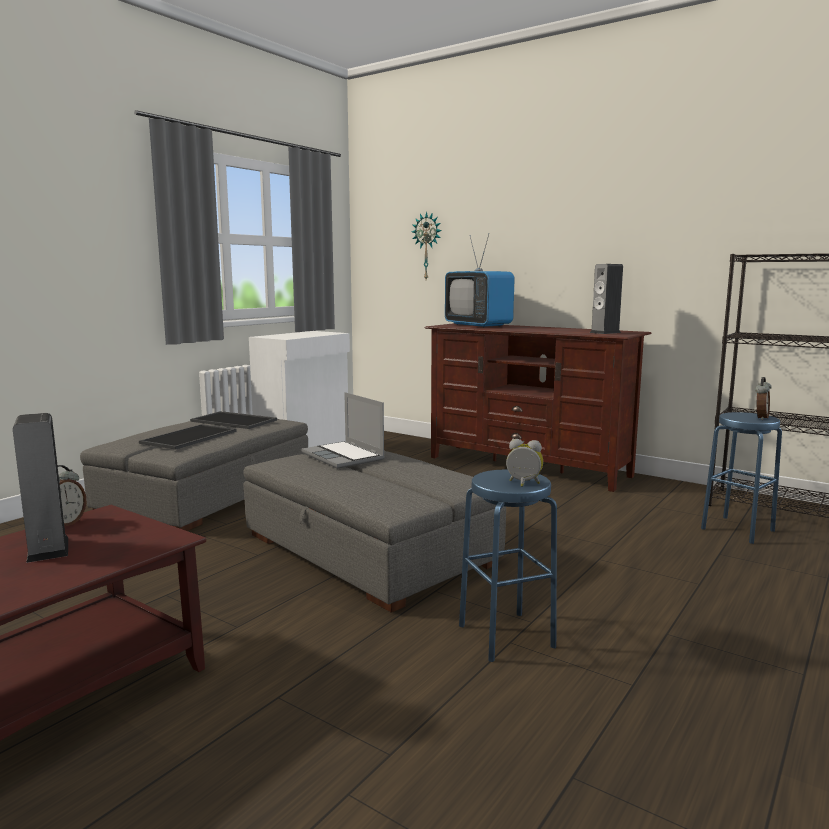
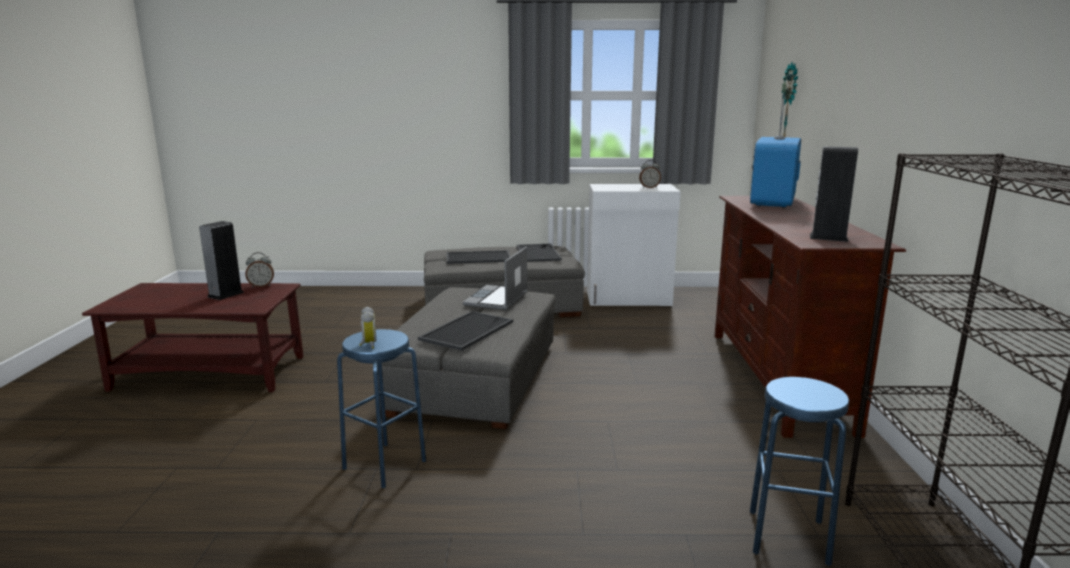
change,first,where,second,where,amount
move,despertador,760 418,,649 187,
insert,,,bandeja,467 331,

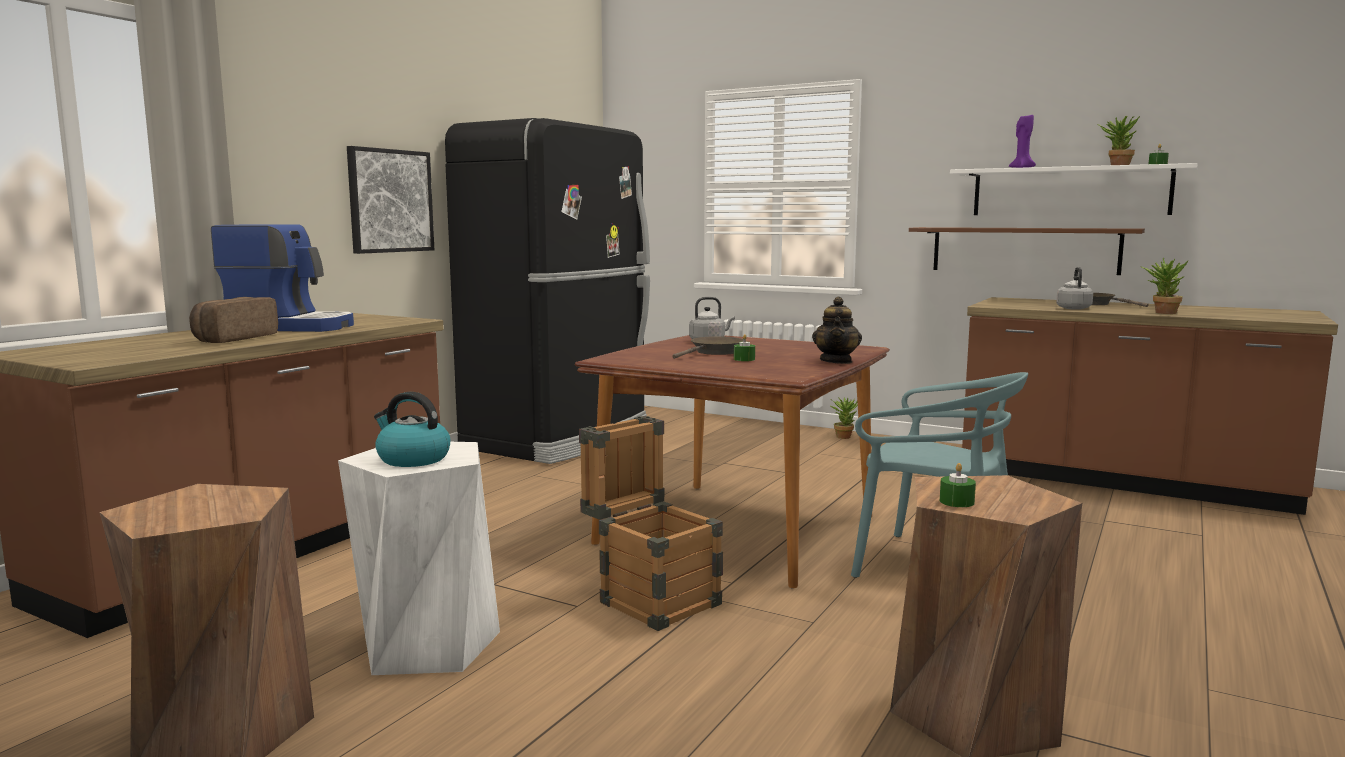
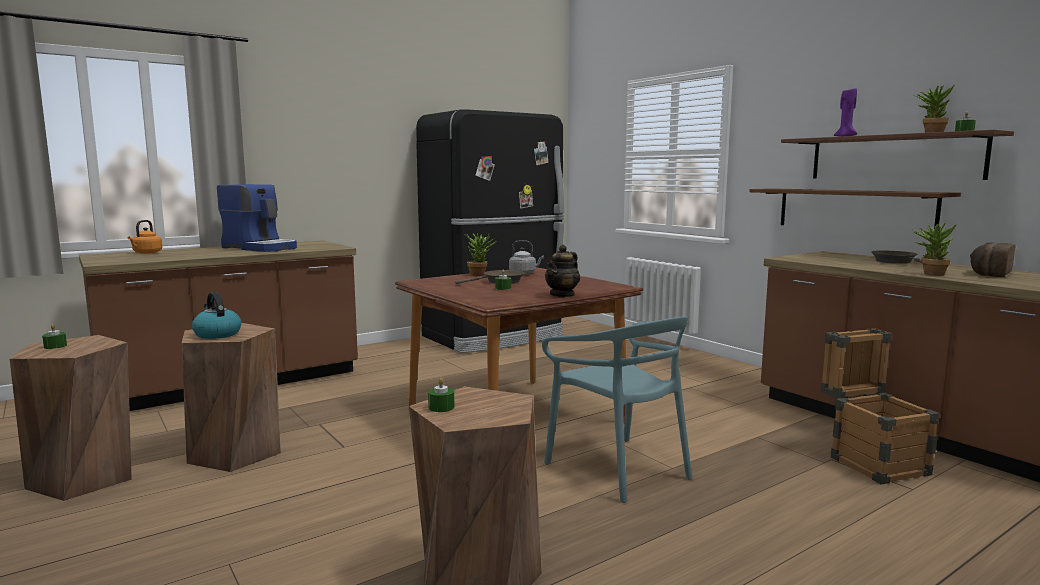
change,first,where,second,where,amount
move,pan,233 338,,988 273,
recolor,taburete [blanco],428 644,taburete [marrón],236 452,
delete,cuadro,390 201,,,
move,caja de embalaje,651 598,,871 461,
move,planta en maceta,844 436,,480 274,
recolor,estante [blanco],1069 192,estante [marrón],893 157,
delete,hervidor [gris],1073 308,,,
insert,,,vela [verde],55 346,
insert,,,hervidor [naranja],146 253,

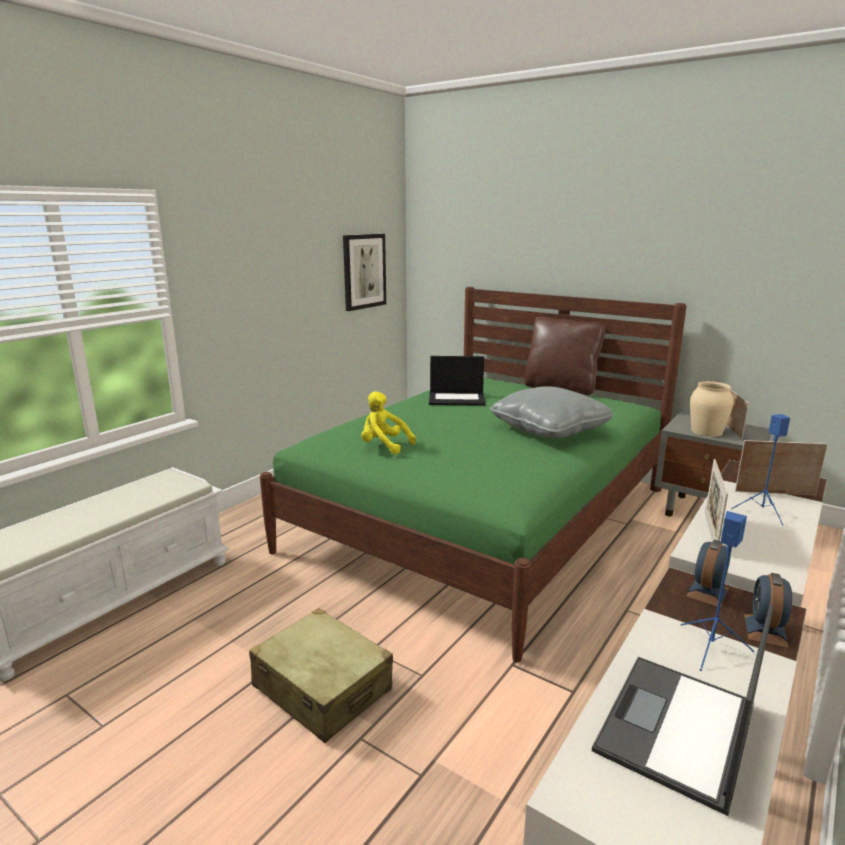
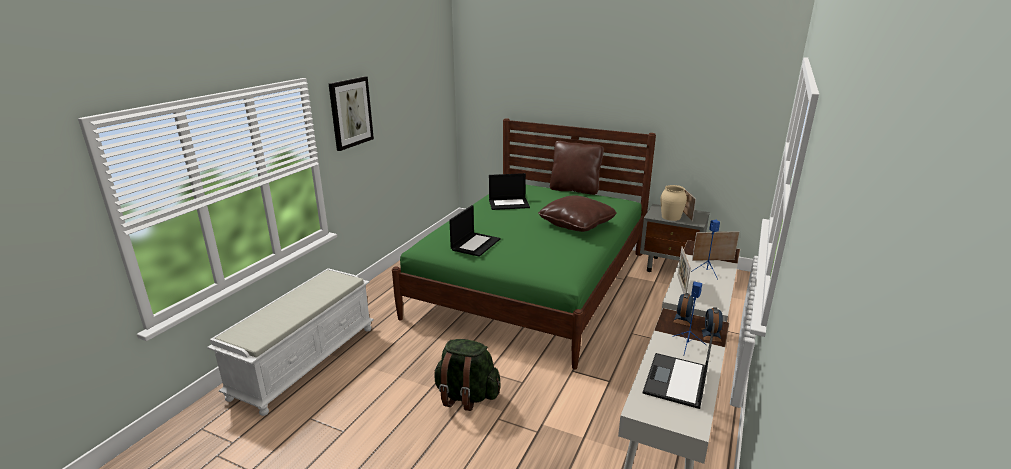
change,first,where,second,where,amount
replace,maleta [beis],322 688,mochila [verde],466 396,
move,cuadro,364 271,,350 112,
replace,peluche [amarillo],384 446,portátil,475 244,
recolor,cojín [gris],549 430,cojín [marrón],576 224,

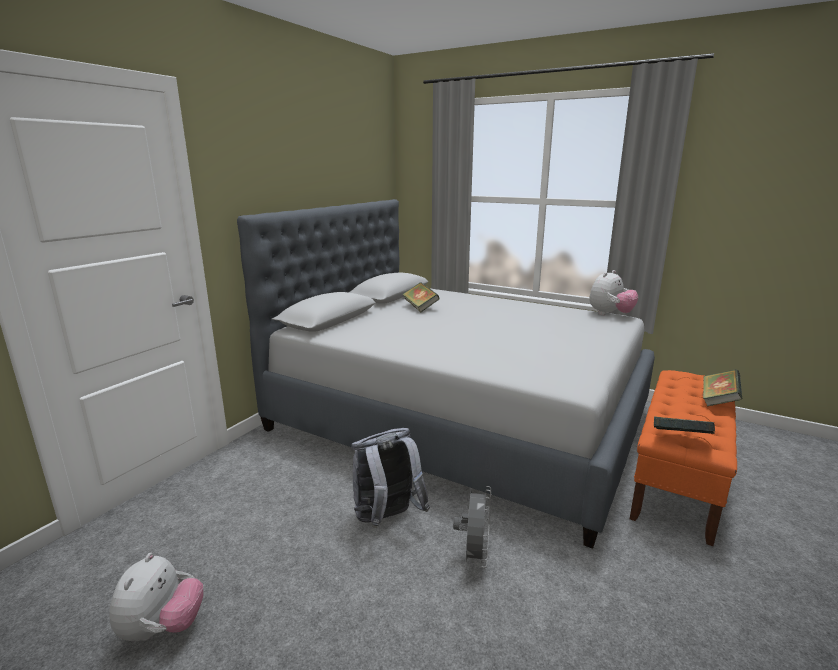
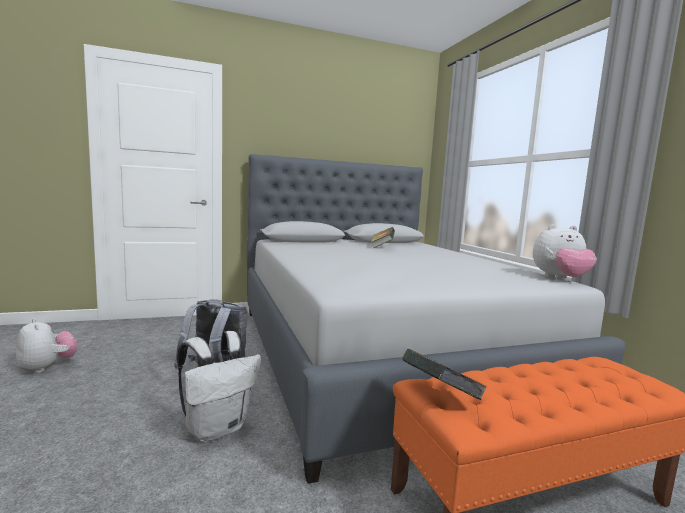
change,first,where,second,where,amount
rotate,peluche,162 628,,47 367,90 degrees counterclockwise
replace,ventilador [gris],474 556,mochila [blanco],217 428,
delete,libro,718 400,,,

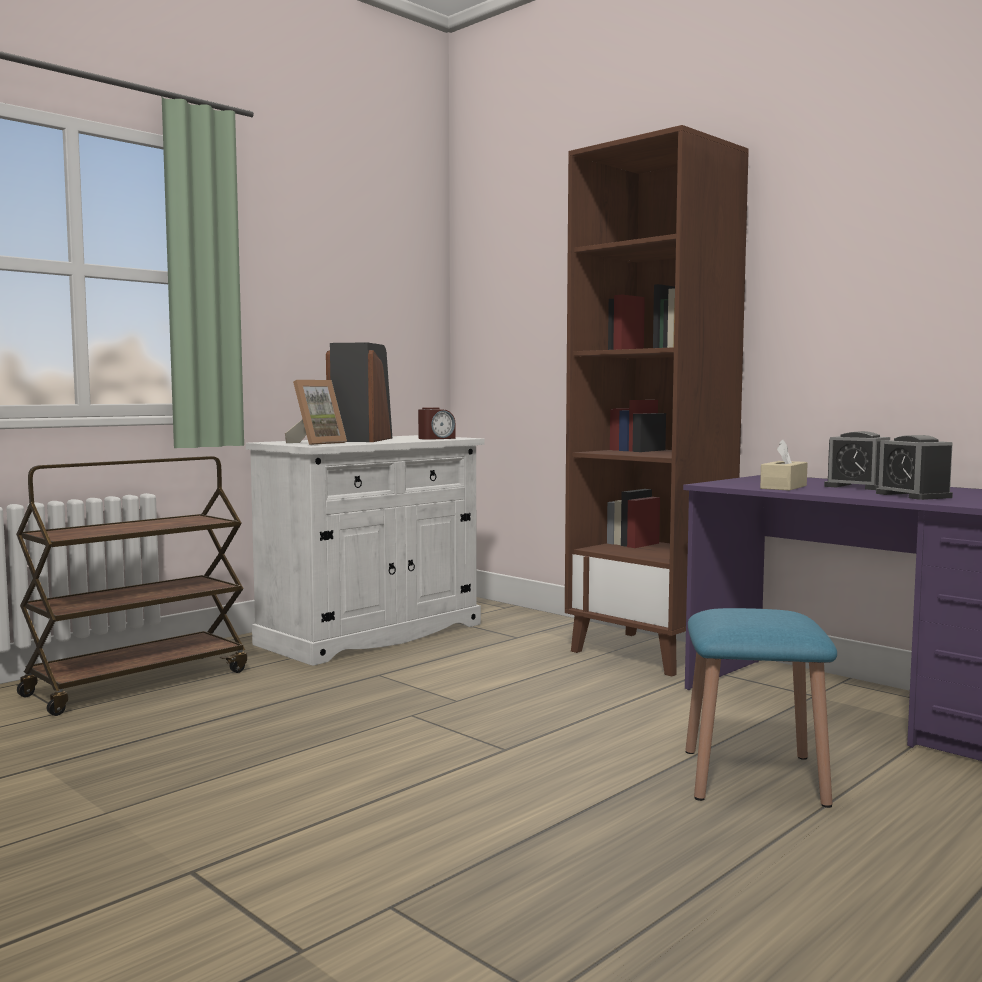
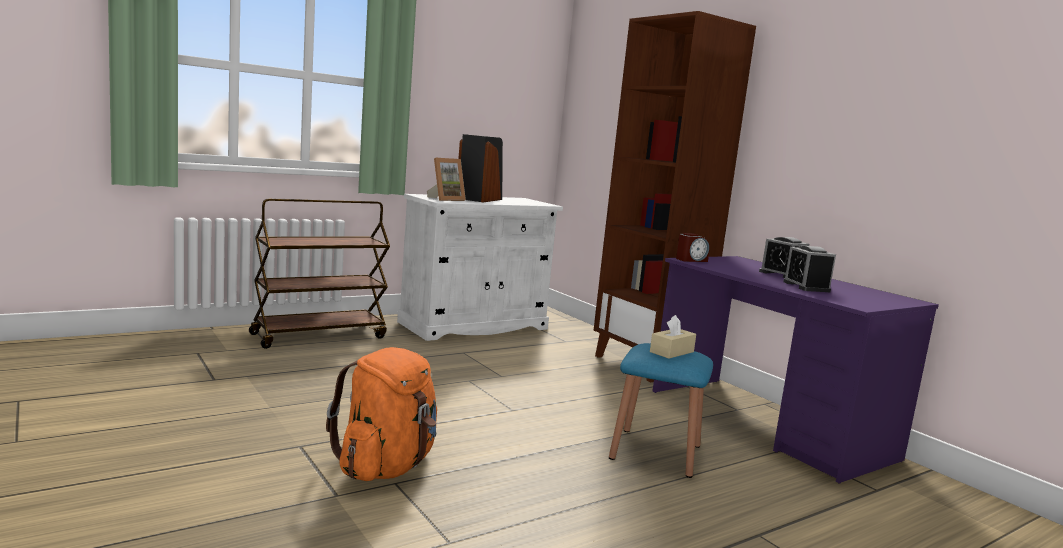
change,first,where,second,where,amount
move,despertador,436 438,,691 260,
move,caja de pañuelos [beis],783 487,,671 352,
insert,,,mochila [naranja],386 466,

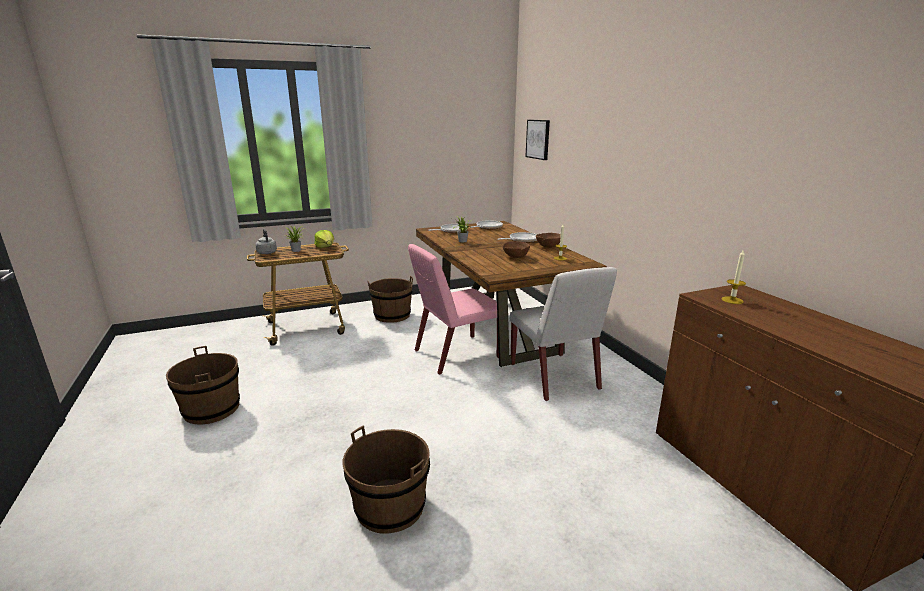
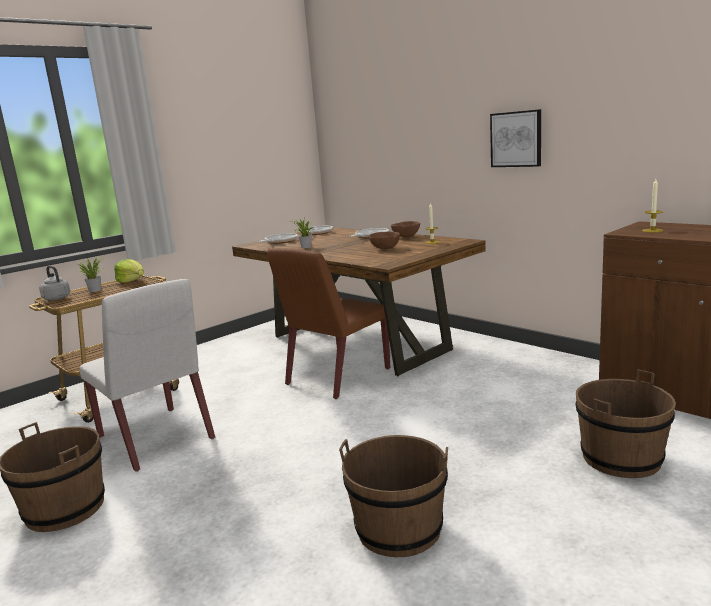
change,first,where,second,where,amount
move,cubo [marrón],392 315,,621 458,
recolor,silla [rosa],456 354,silla [marrón],337 377,
move,silla [blanco],554 377,,156 438,
move,cuadro,538 139,,516 139,

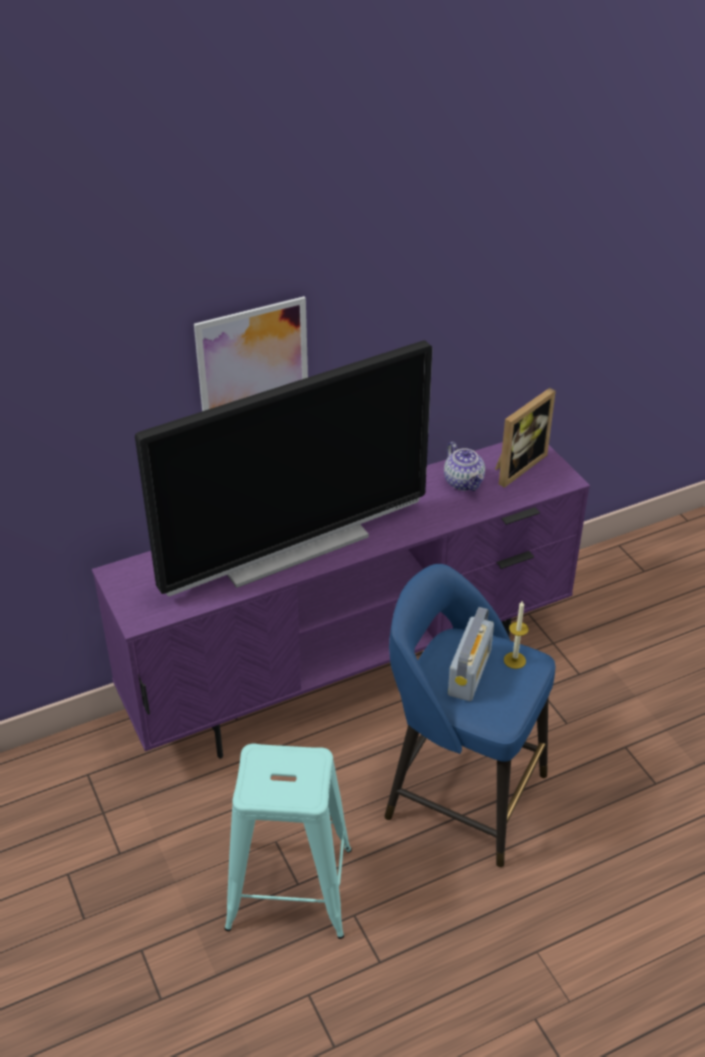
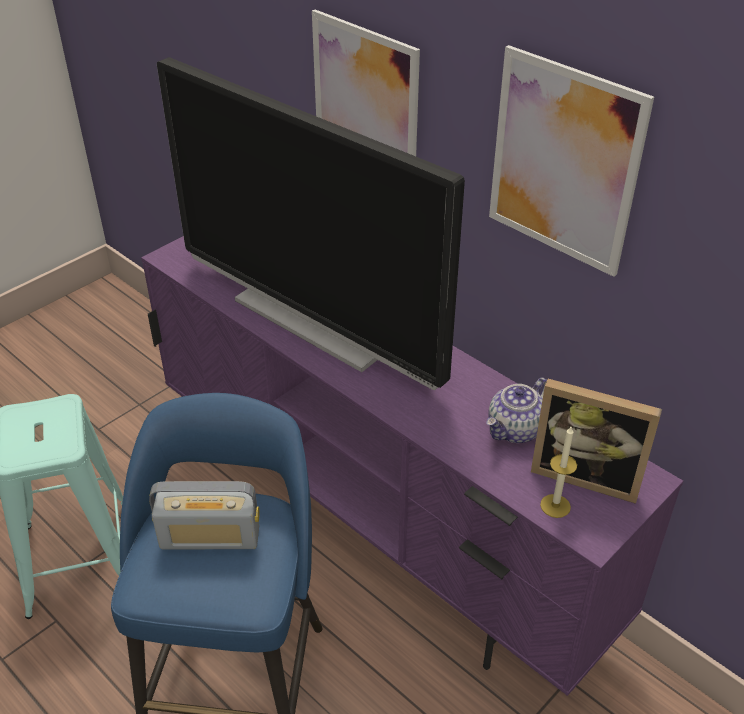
change,first,where,second,where,amount
move,vela,514 660,,555 506,
insert,,,cuadro,564 162,

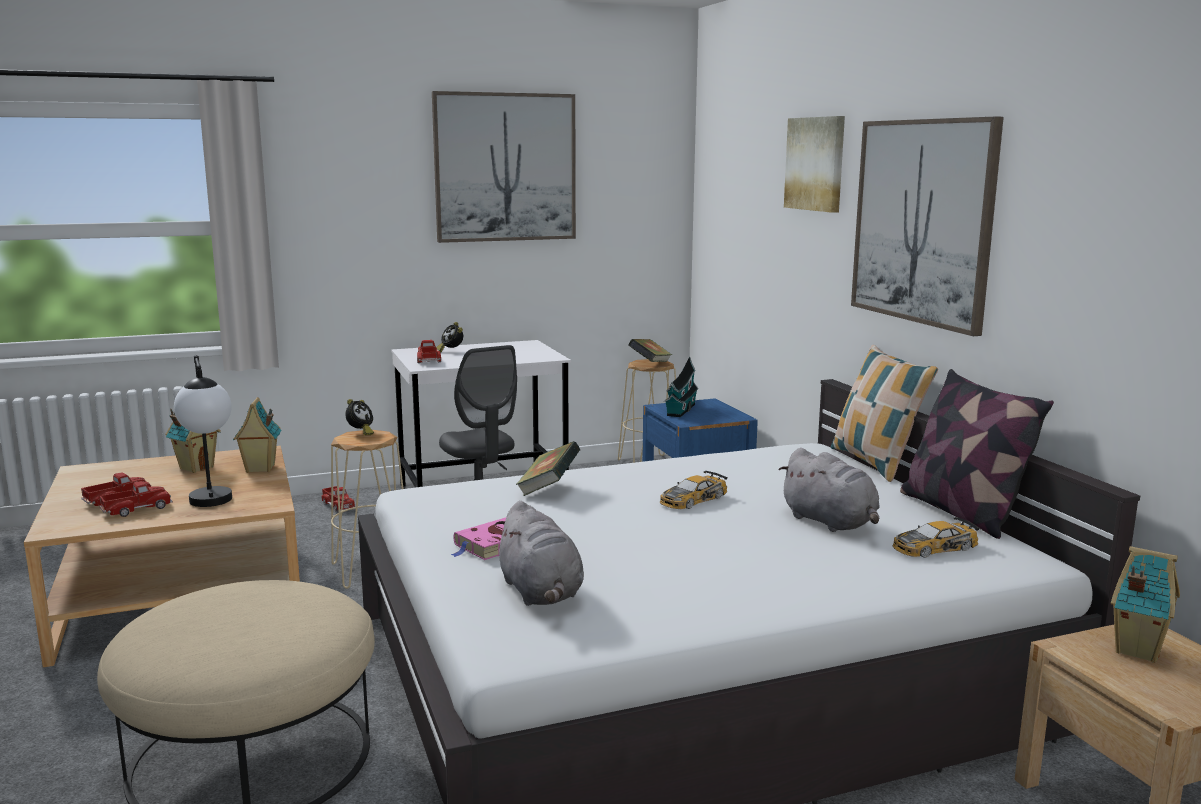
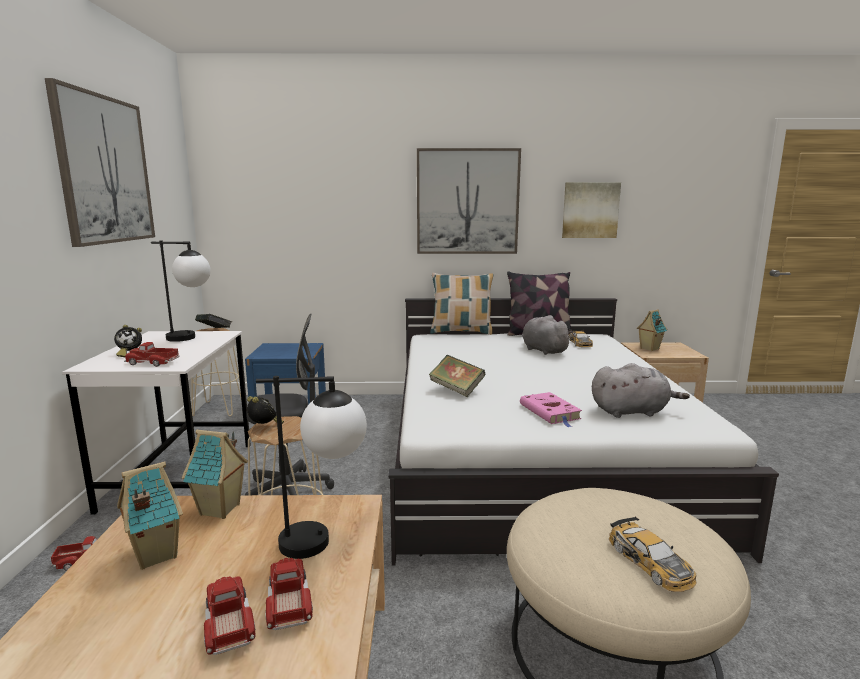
change,first,where,second,where,amount
move,coche de juguete,692 499,,650 562,
delete,casita,680 410,,,
rotate,peluche [gris],831 522,,543 350,105 degrees counterclockwise
move,cuadro,816 164,,590 210,
insert,,,lámpara de mesa,191 338,

